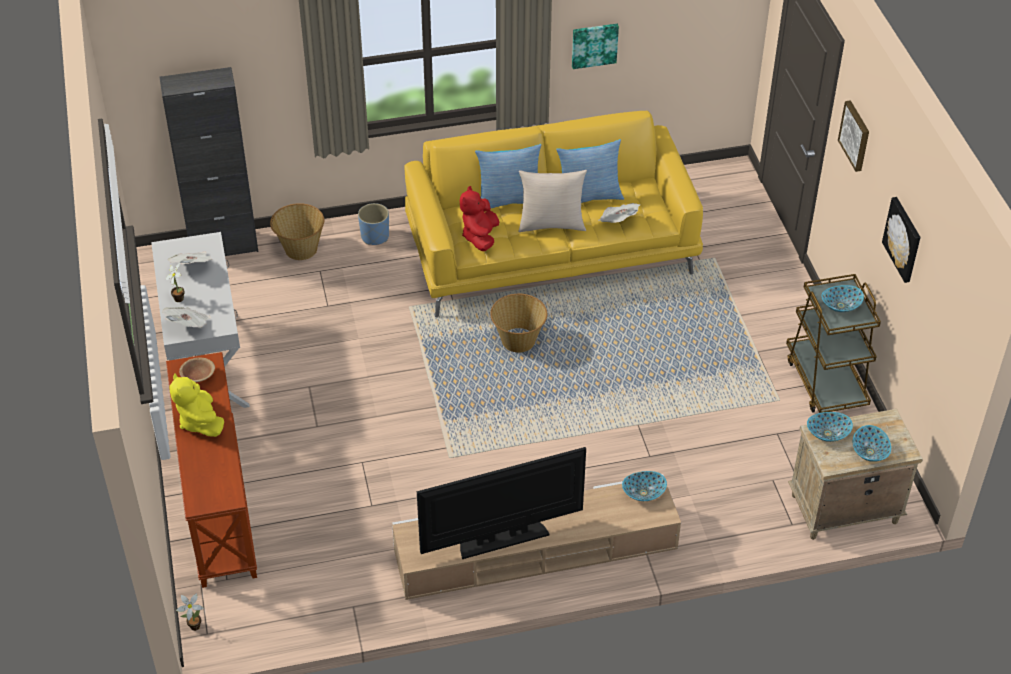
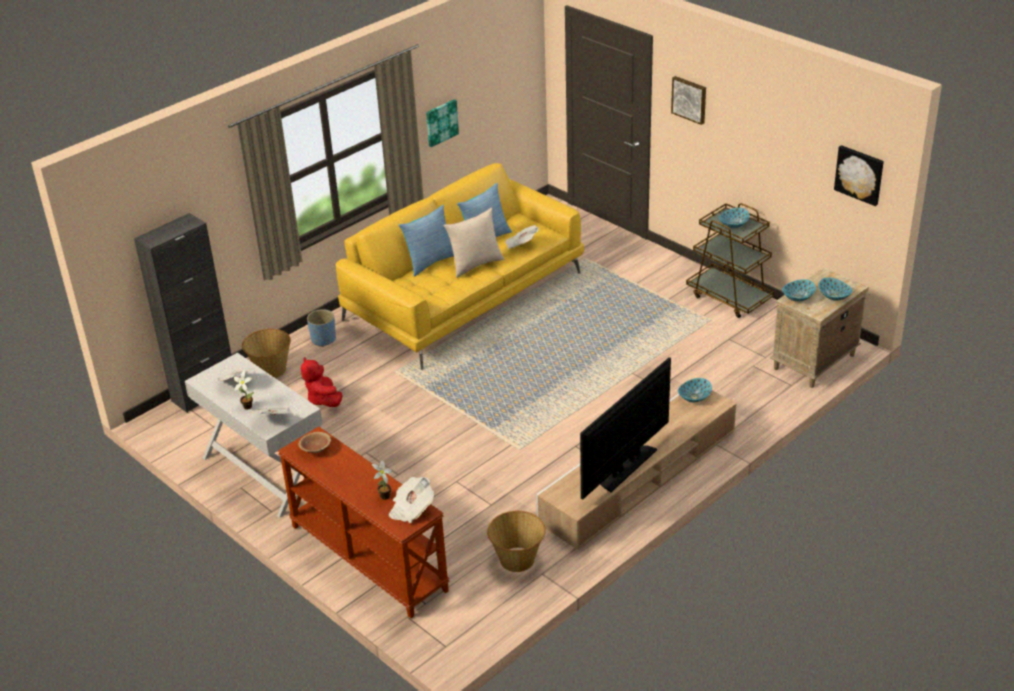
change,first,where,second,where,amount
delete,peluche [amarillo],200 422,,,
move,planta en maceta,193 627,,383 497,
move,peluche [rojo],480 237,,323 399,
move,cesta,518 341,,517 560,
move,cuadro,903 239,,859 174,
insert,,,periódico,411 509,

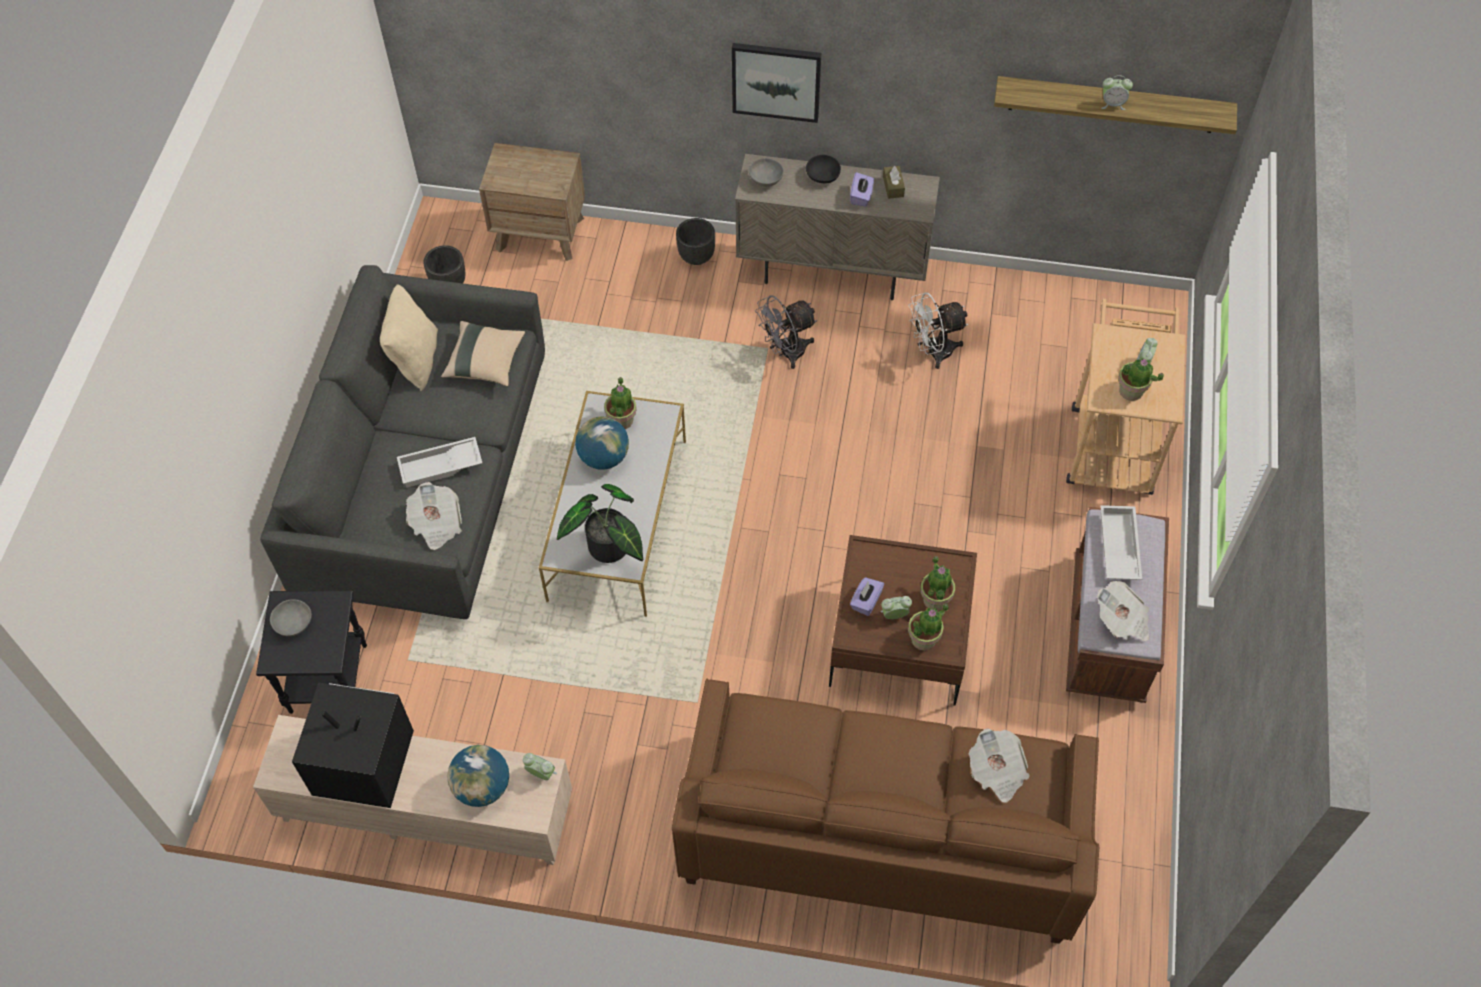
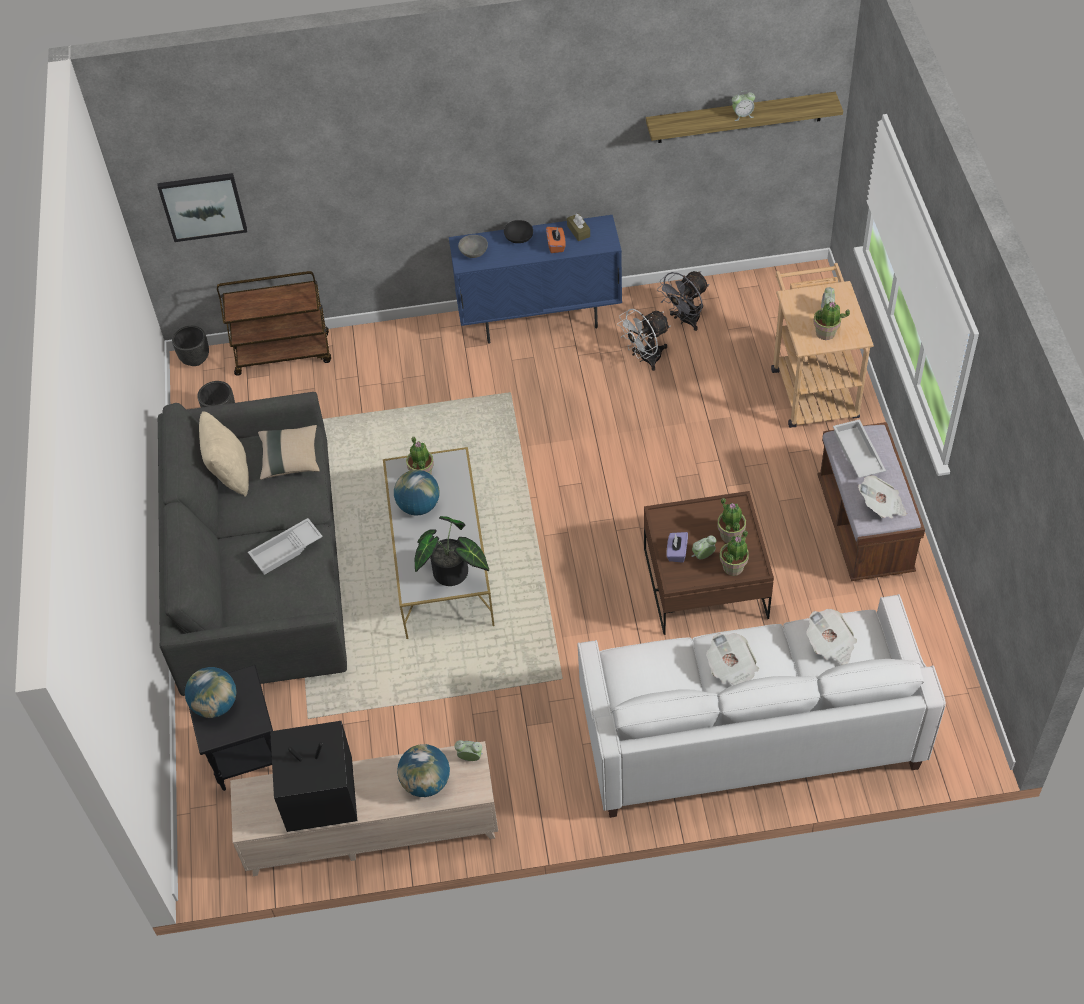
change,first,where,second,where,amount
replace,cuenco [gris],293 624,globo terráqueo,215 705,
move,periódico,436 524,,732 669,
replace,mesita de noche [marrón],540 233,carrito [marrón],283 354,
recolor,sofá [marrón],879 835,sofá [blanco],748 733,
move,maceta [negro],697 257,,196 359,
move,cuadro,776 81,,203 206,
recolor,armario [beis],832 272,armario [azul],540 319,
move,ventilador [gris],786 352,,685 320,
recolor,caja de pañuelos [morado],861 196,caja de pañuelos [naranja],556 245,

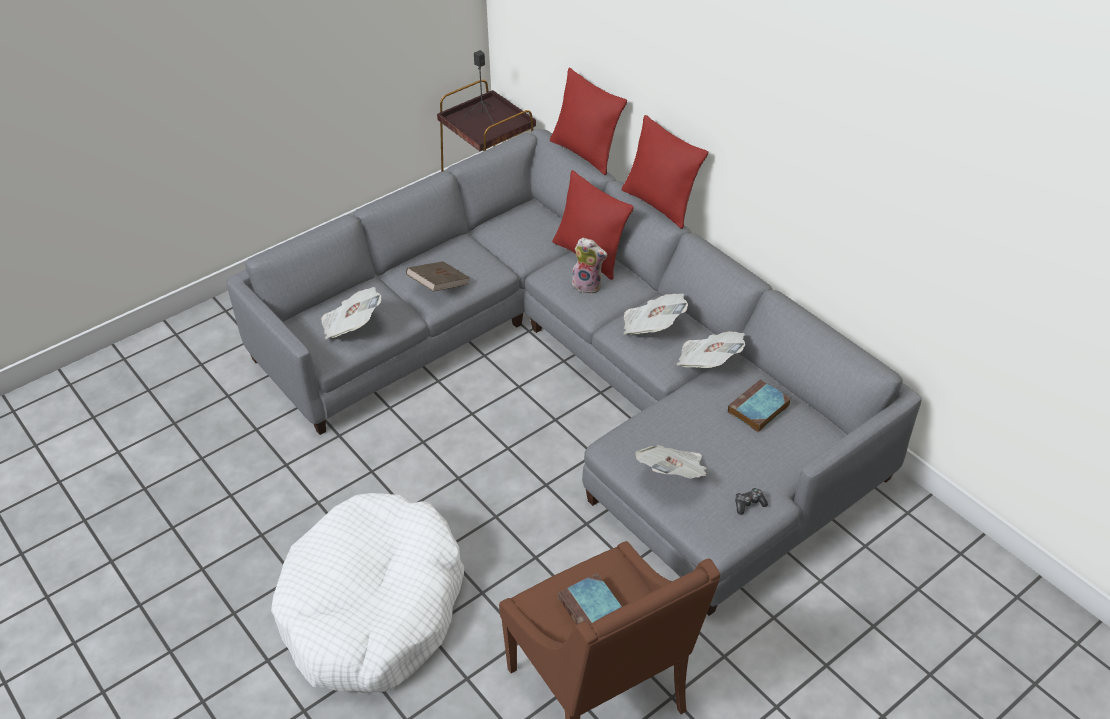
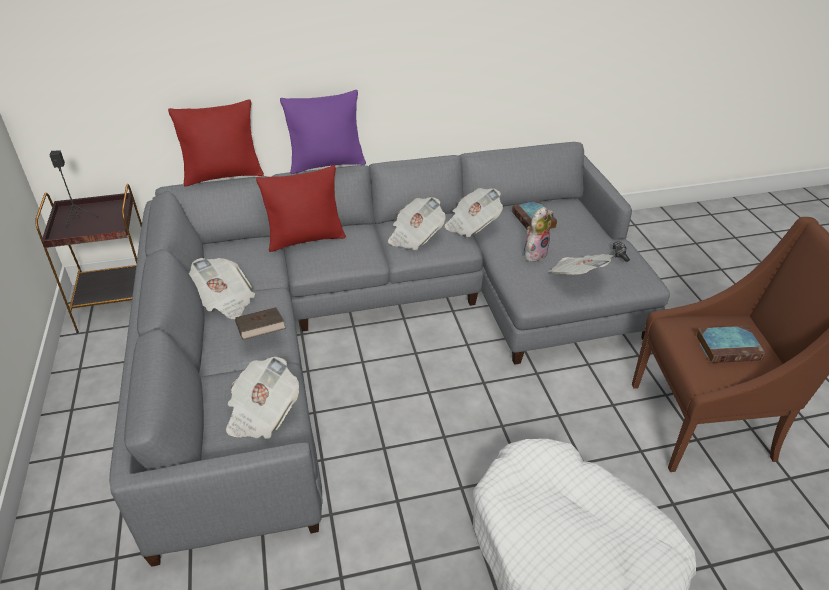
change,first,where,second,where,amount
move,peluche,588 285,,534 253,
recolor,cojín [rojo],660 204,cojín [morado],327 164,
insert,,,periódico,223 301,

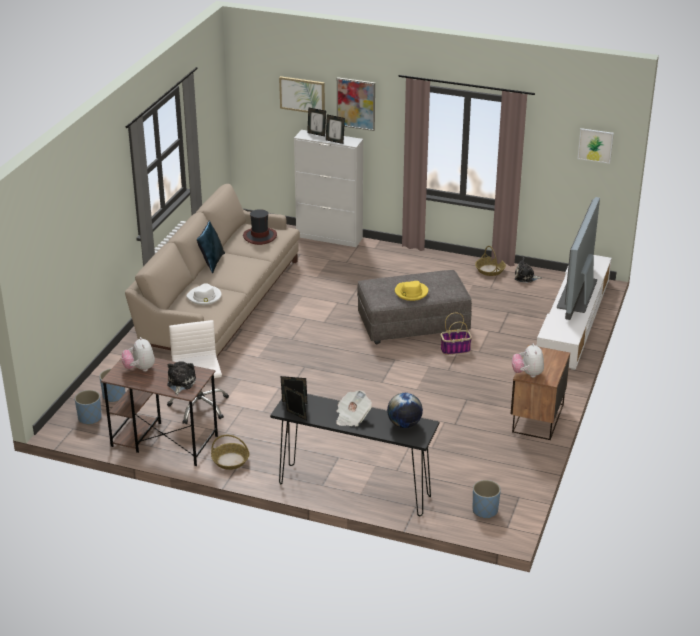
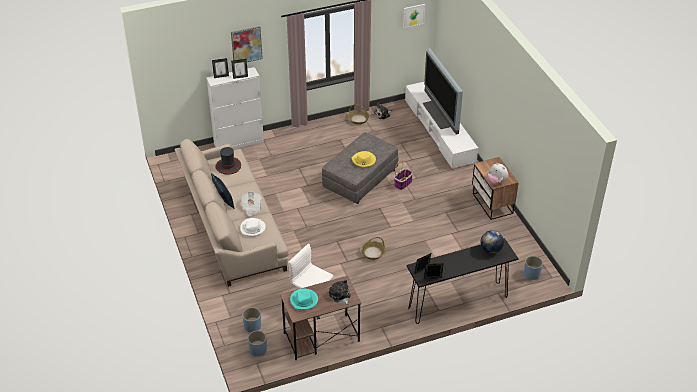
change,first,where,second,where,amount
replace,peluche,139 369,sombrero [turquesa],304 300,
move,cesta,230 460,,372 253,
delete,cuadro,302 95,,,
move,periódico,352 417,,251 208,

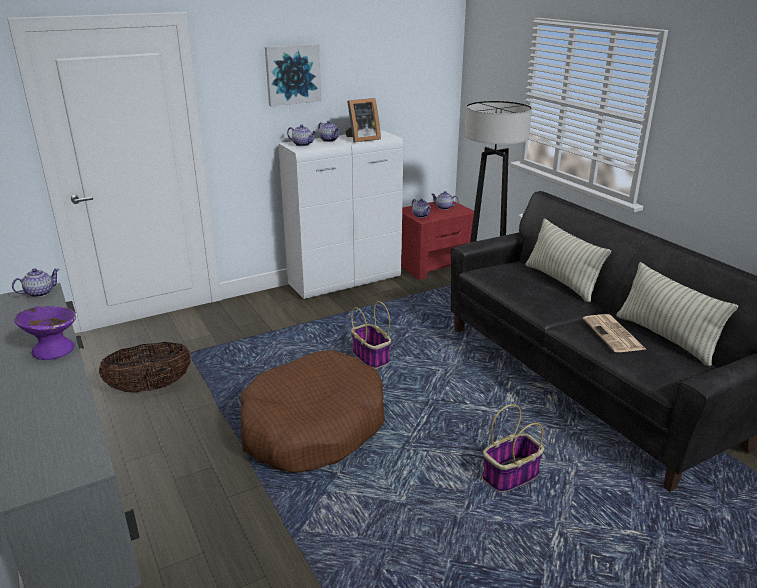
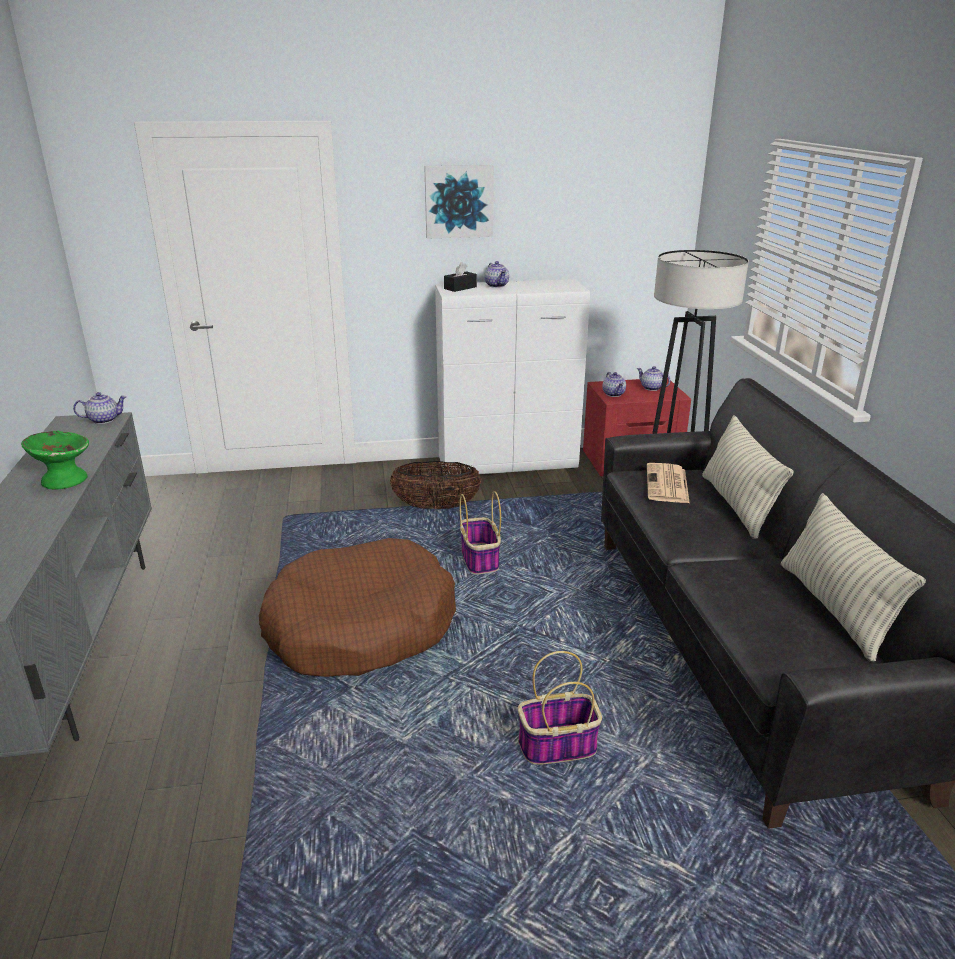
change,first,where,second,where,amount
recolor,cuenco [morado],53 350,cuenco [verde],64 480,
move,cesta,150 387,,436 507,
replace,tetera,302 144,caja de pañuelos [negro],460 288,
delete,portarretratos,361 139,,,
move,periódico,614 334,,667 484,

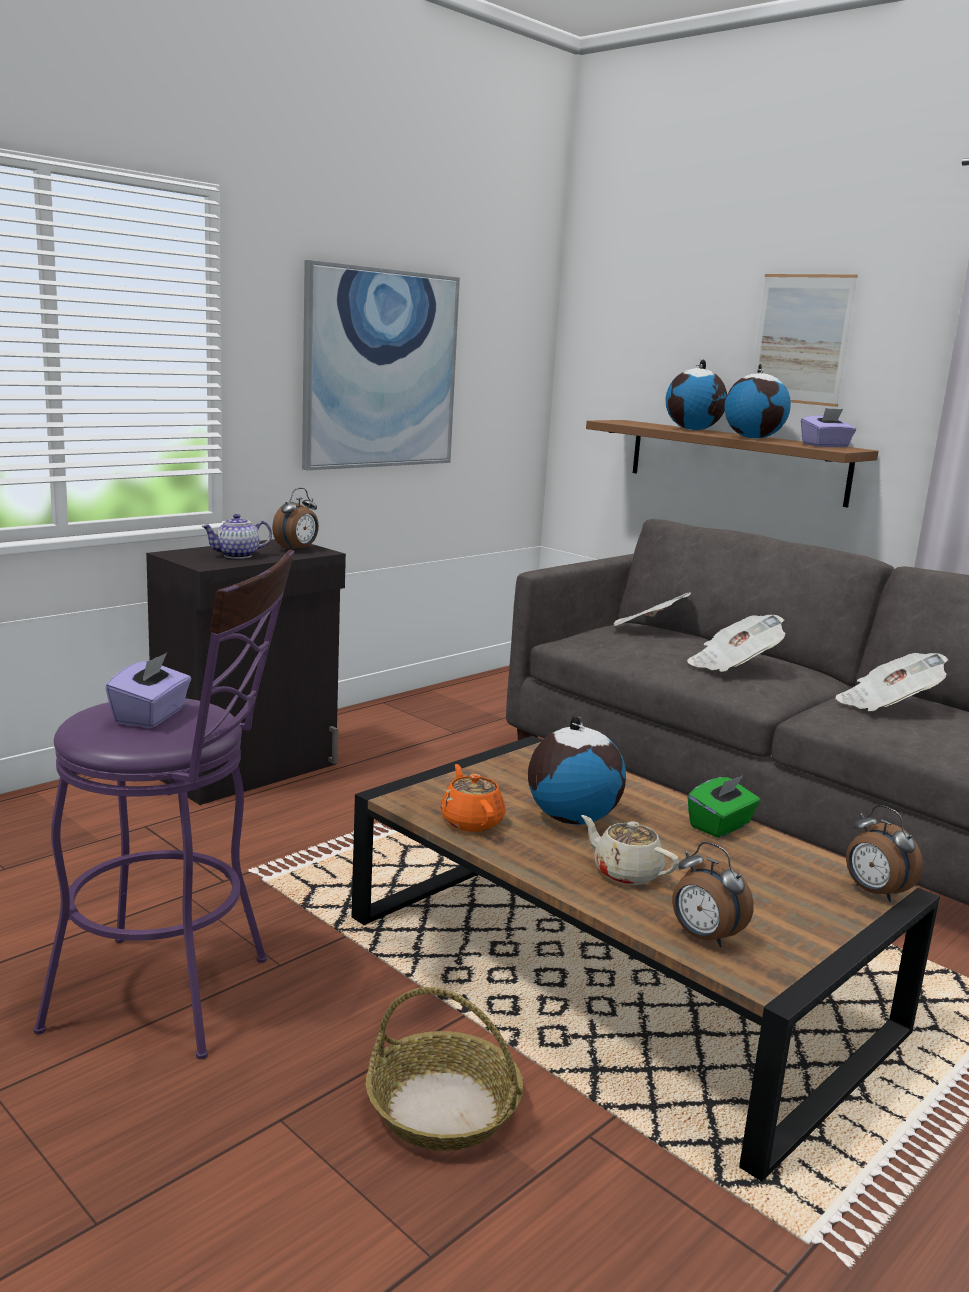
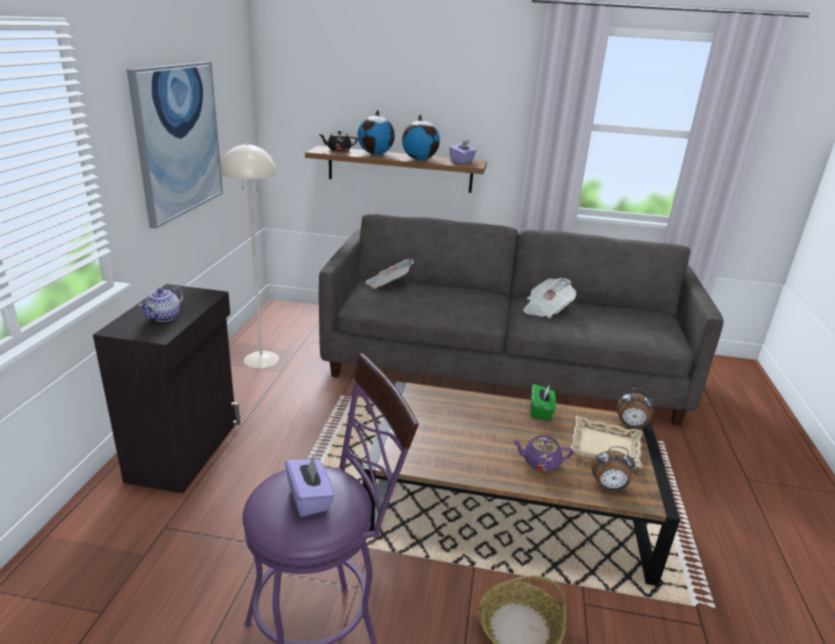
change,first,where,second,where,amount
delete,despertador,297 549,,,
delete,tetera [naranja],471 821,,,
delete,globo terráqueo,572 819,,,
recolor,tetera [beis],626 873,tetera [morado],540 462,
delete,periódico,733 666,,,
delete,cuadro,801 339,,,
insert,,,lámpara de pie [beis],261 359,
insert,,,tetera [negro],338 150,
insert,,,bandeja [beis],605 447,

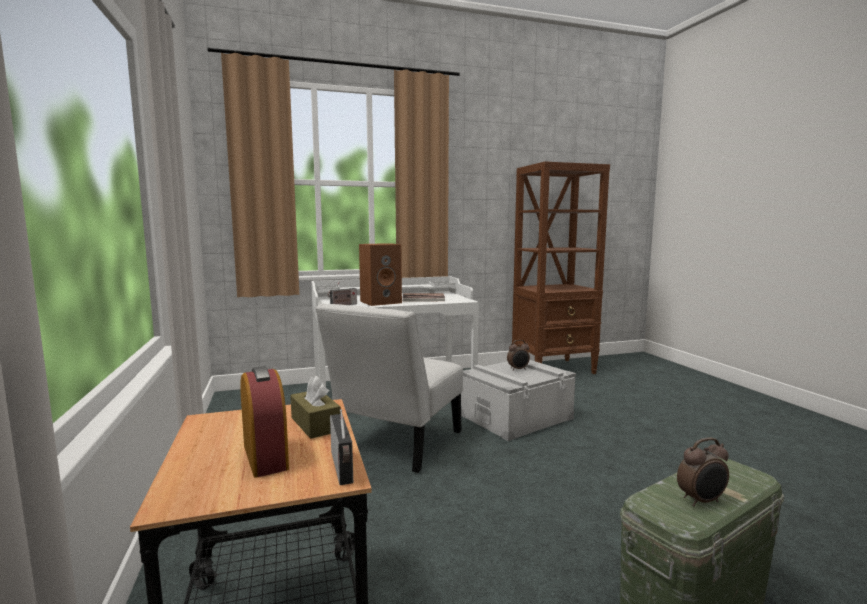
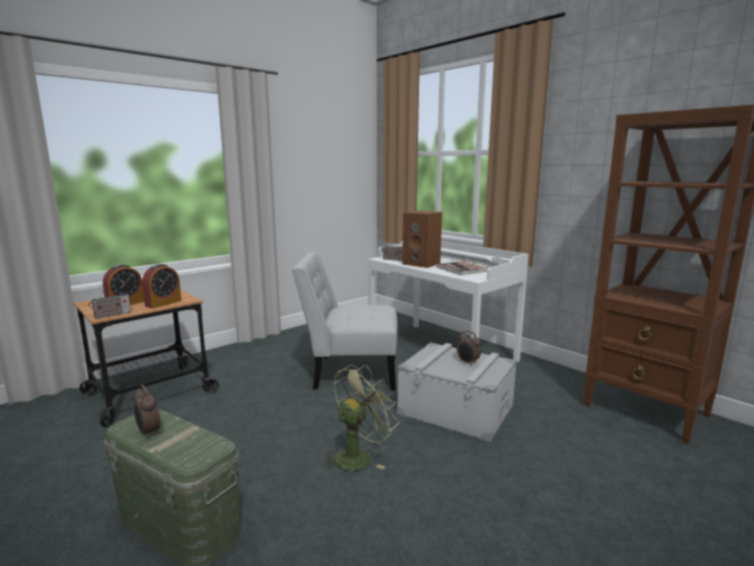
change,first,where,second,where,amount
replace,caja de pañuelos [marrón],315 424,despertador,163 303,
insert,,,ventilador [verde],358 456,

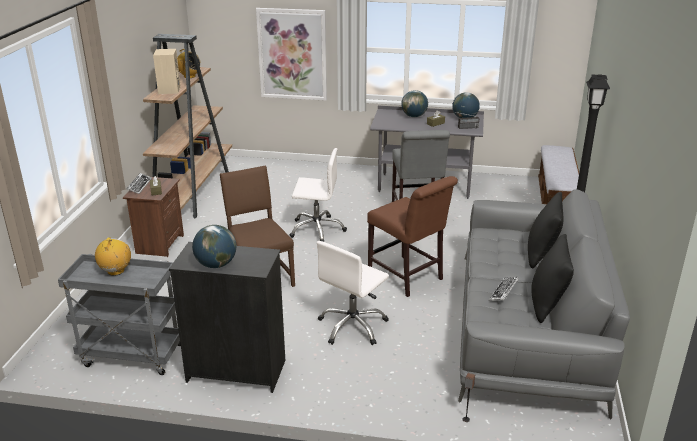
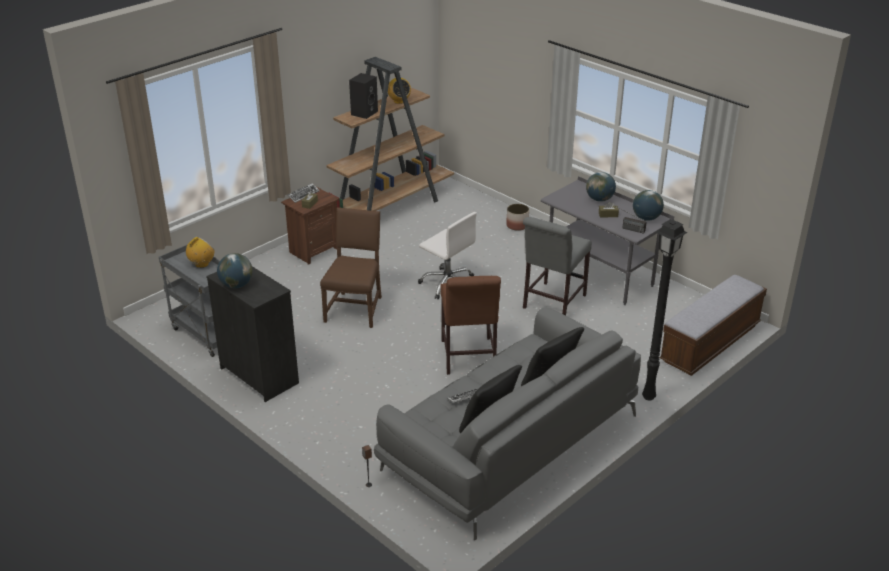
change,first,where,second,where,amount
recolor,altavoz [beis],169 90,altavoz [negro],364 112,
delete,cuadro,292 54,,,
delete,silla de oficina [blanco],353 326,,,
insert,,,maceta,517 225,

